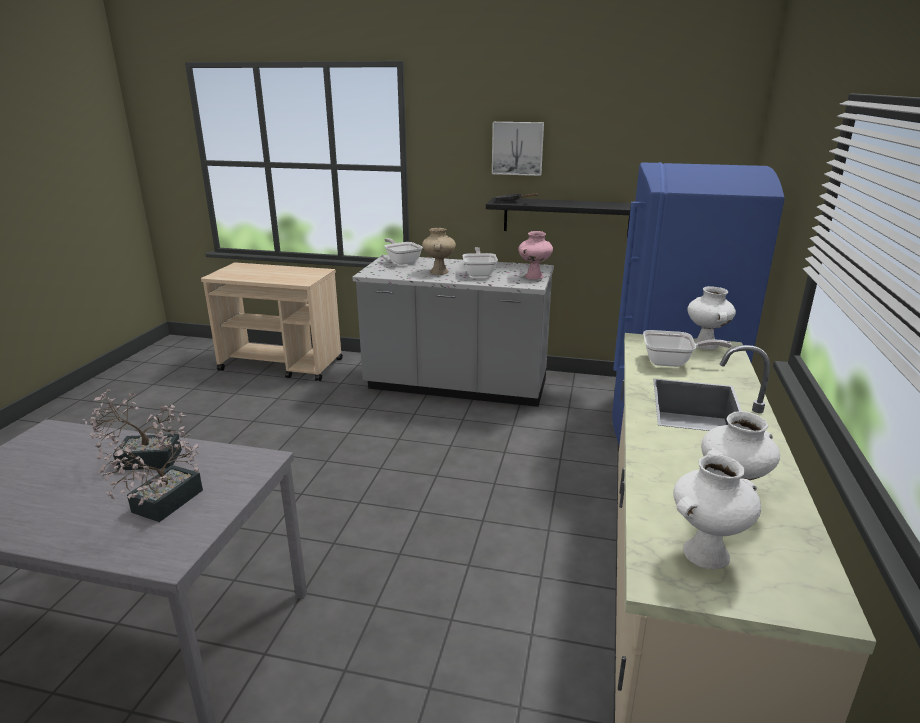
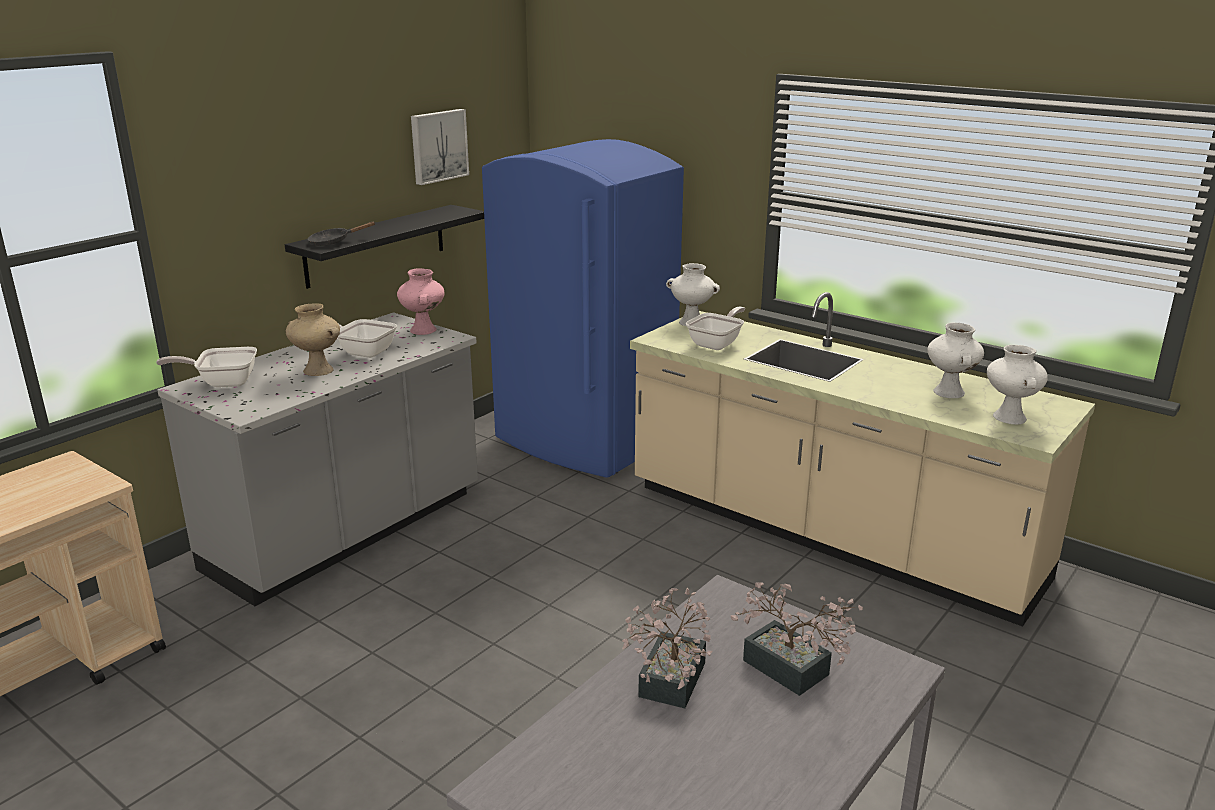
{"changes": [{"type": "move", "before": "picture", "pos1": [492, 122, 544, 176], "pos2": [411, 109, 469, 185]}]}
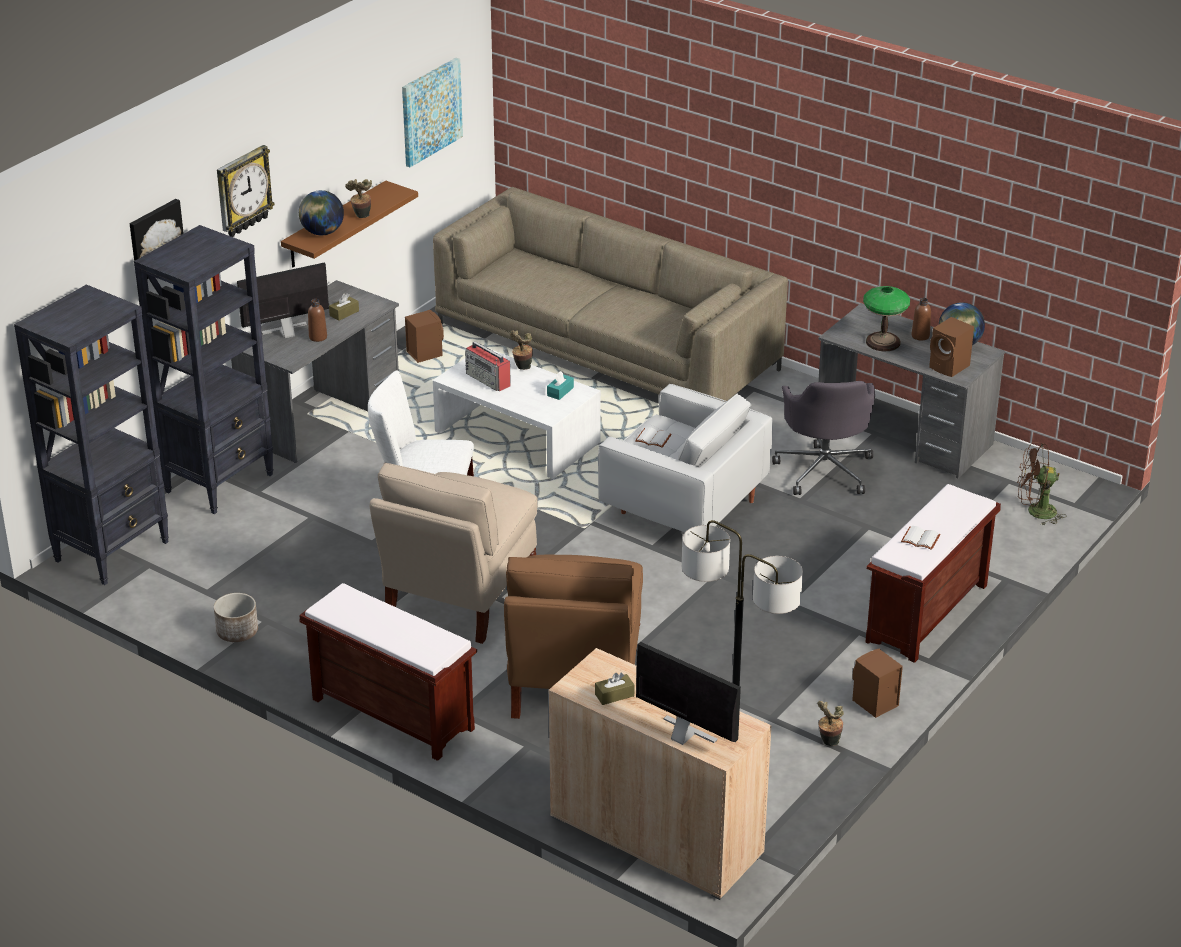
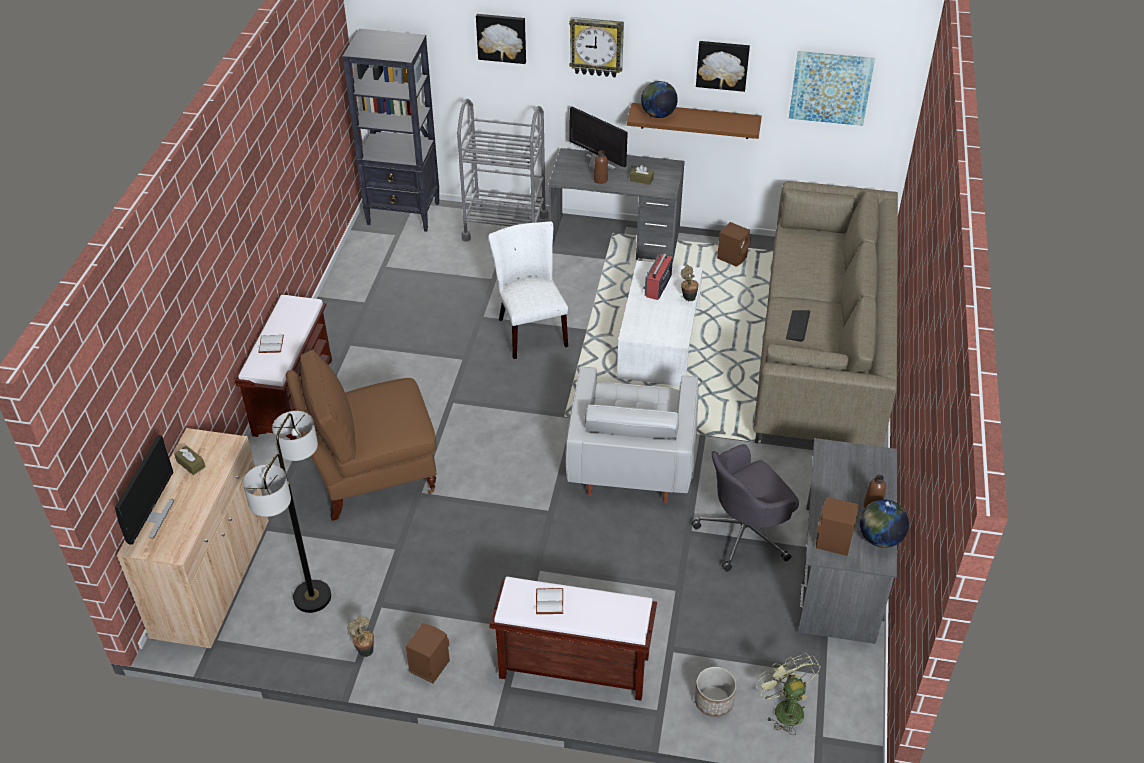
{"changes": [{"type": "delete", "before": "potted plant", "pos1": [345, 179, 372, 218]}, {"type": "replace", "before": "black bookcase", "after": "grey cart", "pos1": [134, 225, 274, 514], "pos2": [457, 99, 548, 242]}, {"type": "delete", "before": "table lamp", "pos1": [863, 286, 910, 351]}, {"type": "delete", "before": "turquoise tissue box", "pos1": [547, 371, 574, 400]}, {"type": "move", "before": "white book", "pos1": [635, 427, 672, 448], "pos2": [258, 335, 284, 353]}, {"type": "recolor", "before": "brown fan", "after": "green fan", "pos1": [1017, 442, 1066, 526], "pos2": [756, 653, 821, 735]}, {"type": "delete", "before": "beige chair", "pos1": [370, 463, 538, 644]}, {"type": "move", "before": "planter", "pos1": [214, 593, 258, 642], "pos2": [695, 667, 737, 717]}, {"type": "insert", "after": "picture", "pos2": [696, 41, 750, 92]}, {"type": "insert", "after": "keyboard", "pos2": [786, 310, 810, 342]}]}
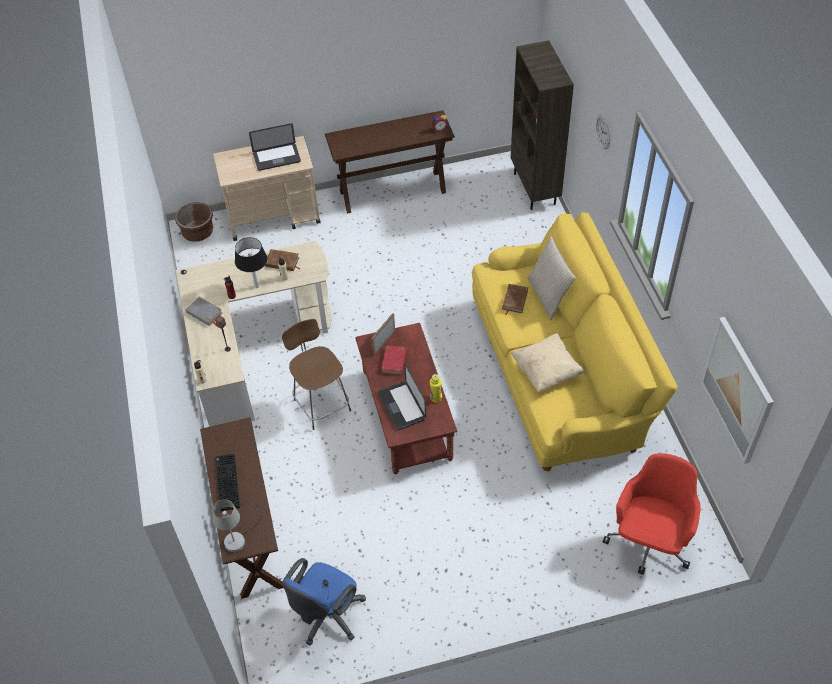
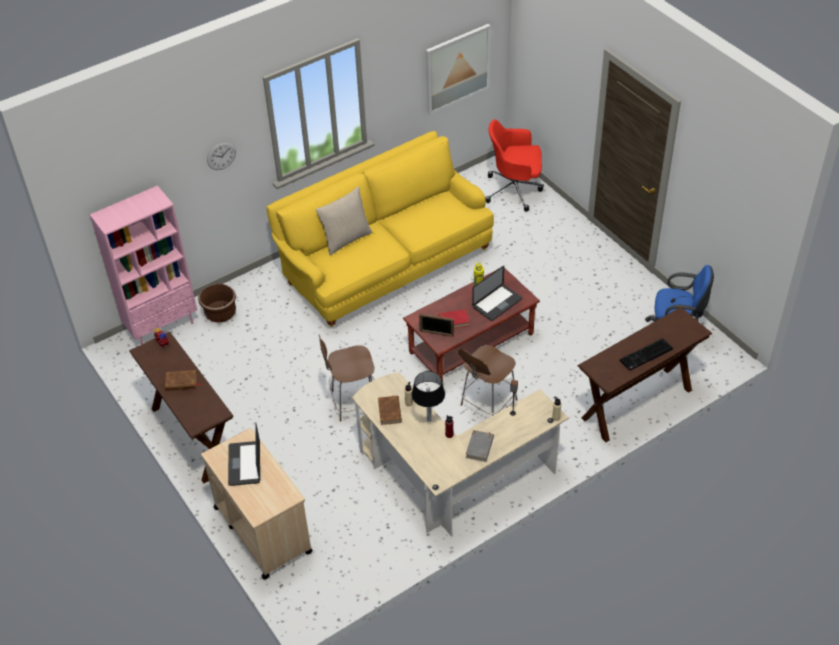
{"changes": [{"type": "recolor", "before": "brown bookcase", "after": "pink bookcase", "pos1": [511, 40, 574, 210], "pos2": [90, 185, 197, 344]}, {"type": "rotate", "before": "laptop", "pos1": [249, 123, 301, 171], "pos2": [228, 422, 260, 486], "turn": -150}, {"type": "move", "before": "brown planter", "pos1": [175, 202, 213, 242], "pos2": [198, 284, 236, 323]}, {"type": "move", "before": "brown book", "pos1": [502, 284, 528, 315], "pos2": [165, 370, 201, 391]}, {"type": "delete", "before": "beige pillow", "pos1": [510, 333, 585, 392]}, {"type": "delete", "before": "grey table lamp", "pos1": [213, 499, 262, 552]}, {"type": "insert", "after": "brown chair", "pos2": [319, 335, 375, 422]}]}
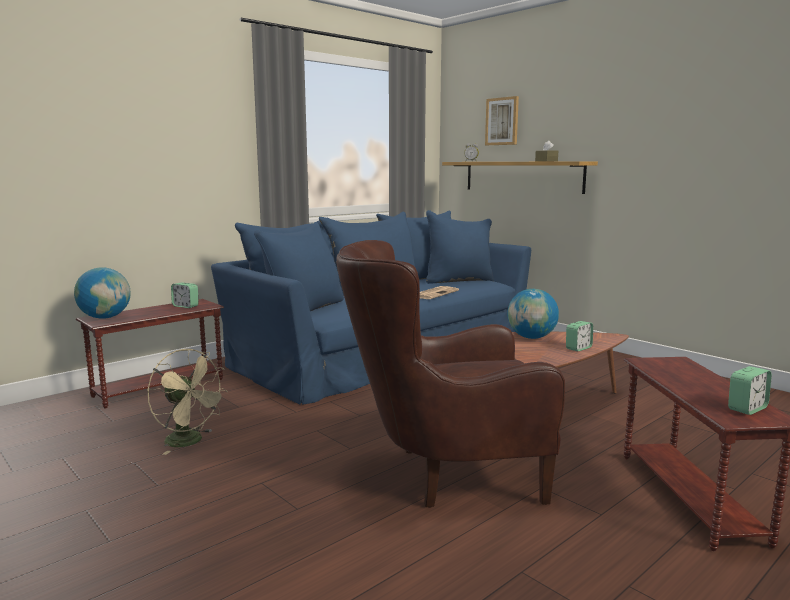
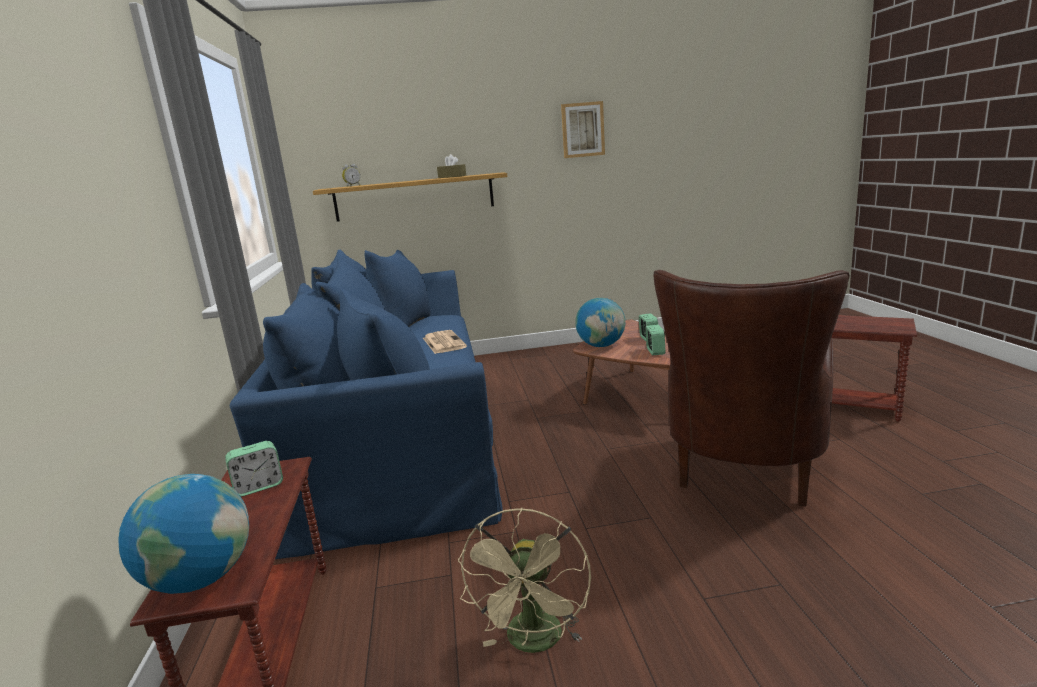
{"changes": [{"type": "move", "before": "picture", "pos1": [485, 96, 519, 145], "pos2": [561, 101, 605, 158]}, {"type": "rotate", "before": "beige fan", "pos1": [148, 349, 228, 455], "pos2": [458, 508, 591, 653], "turn": 120}, {"type": "move", "before": "alarm clock", "pos1": [728, 366, 772, 415], "pos2": [645, 325, 665, 355]}]}
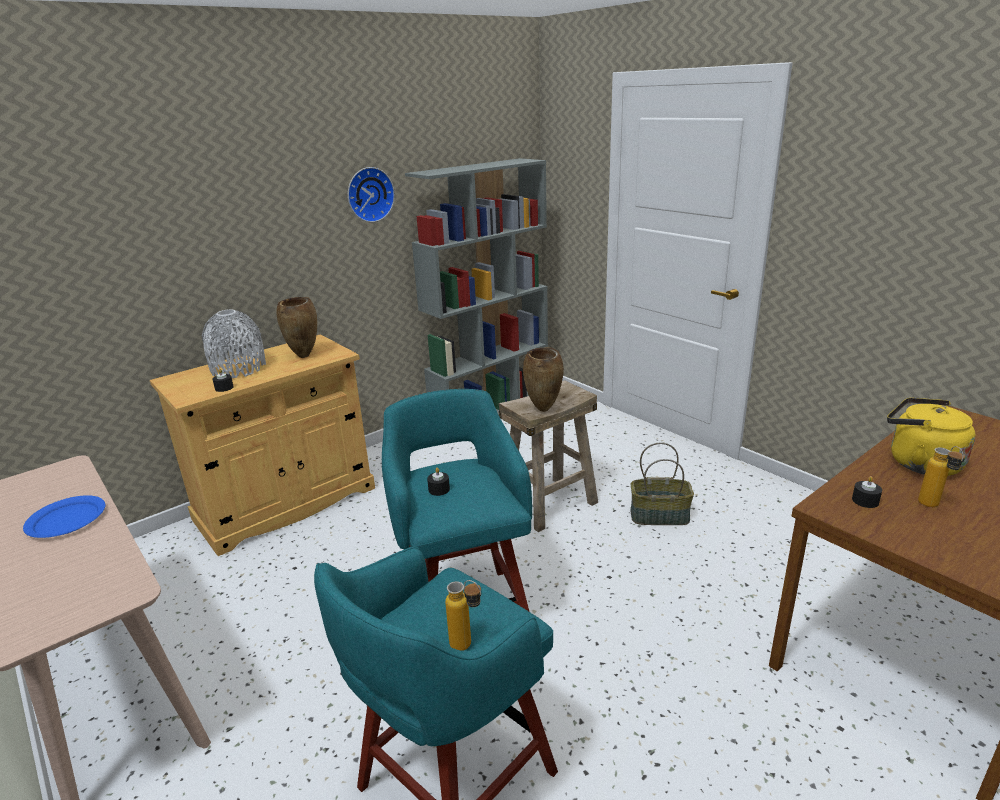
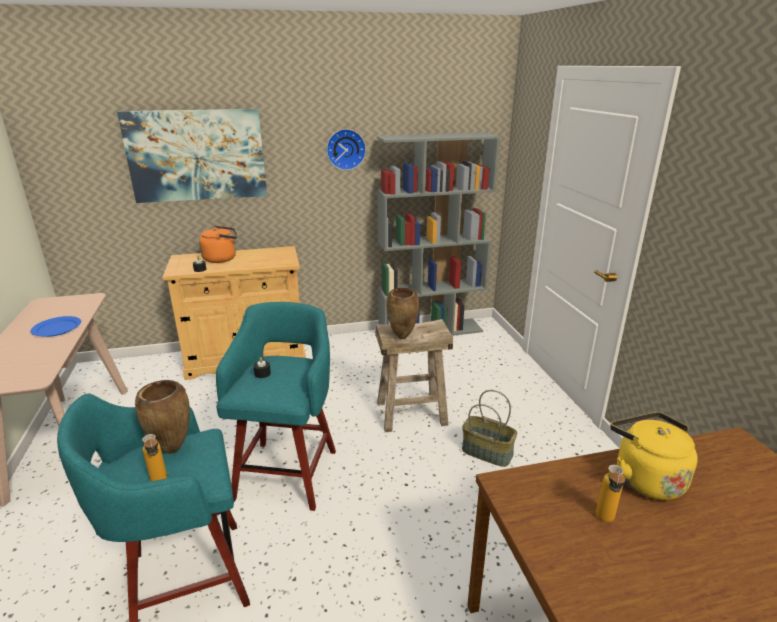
{"changes": [{"type": "move", "before": "brown vase", "pos1": [276, 297, 317, 358], "pos2": [135, 380, 190, 454]}, {"type": "replace", "before": "grey vase", "after": "orange kettle", "pos1": [202, 309, 266, 378], "pos2": [199, 226, 237, 263]}, {"type": "delete", "before": "black candle", "pos1": [852, 476, 882, 508]}, {"type": "insert", "after": "picture", "pos2": [117, 109, 267, 203]}]}
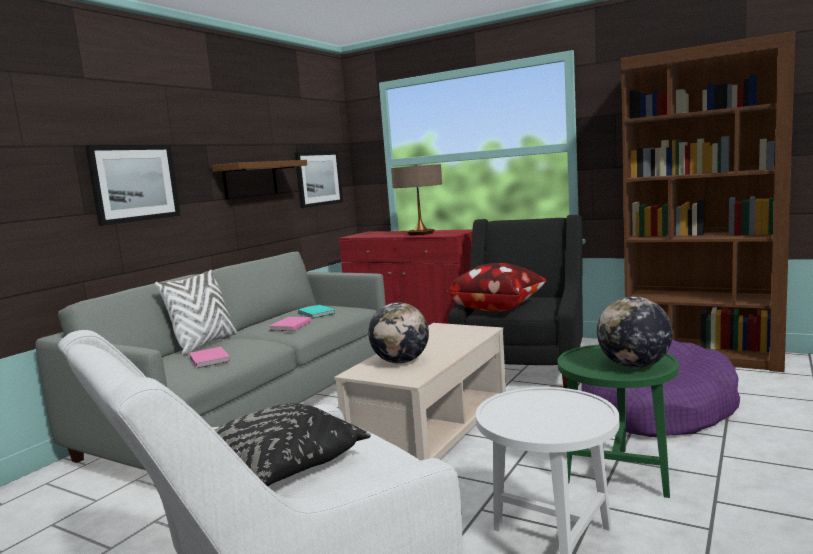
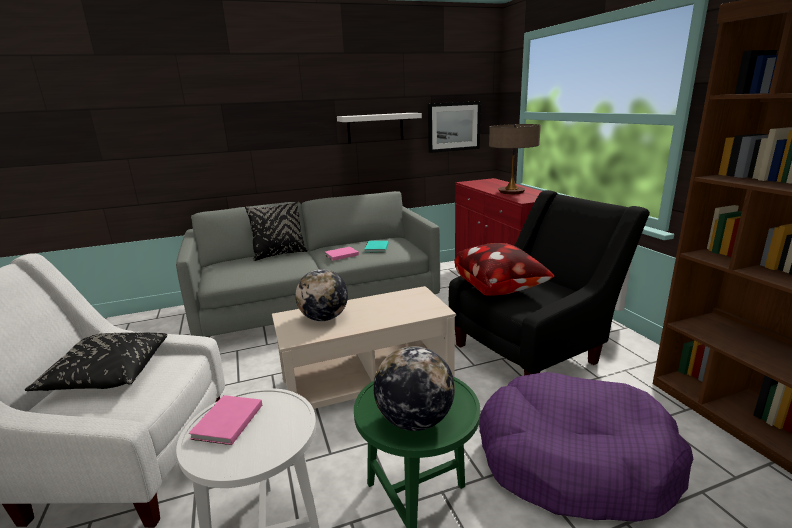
{"changes": [{"type": "delete", "before": "picture", "pos1": [85, 145, 181, 226]}, {"type": "recolor", "before": "brown shelf", "after": "white shelf", "pos1": [212, 160, 307, 199], "pos2": [337, 113, 422, 143]}, {"type": "recolor", "before": "white pillow", "after": "black pillow", "pos1": [155, 270, 237, 356], "pos2": [245, 201, 307, 261]}, {"type": "move", "before": "pink book", "pos1": [189, 347, 230, 369], "pos2": [189, 395, 262, 445]}]}
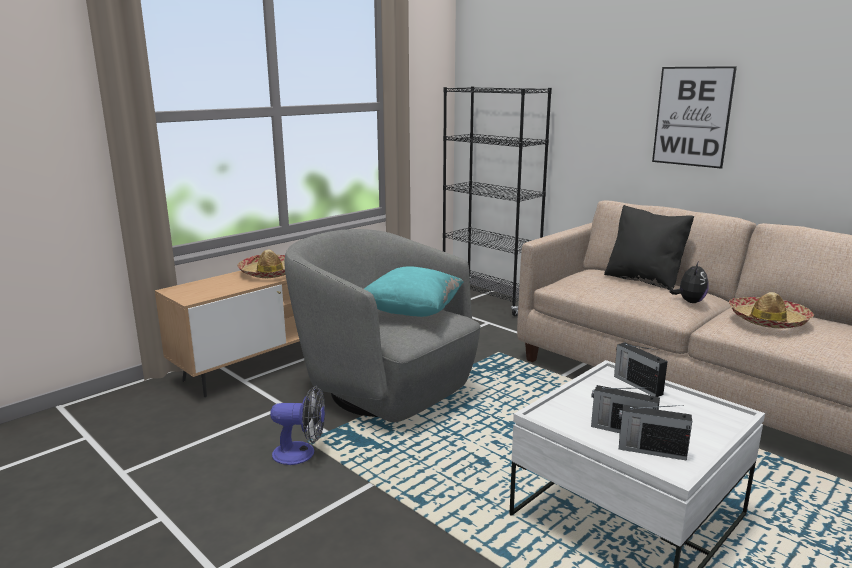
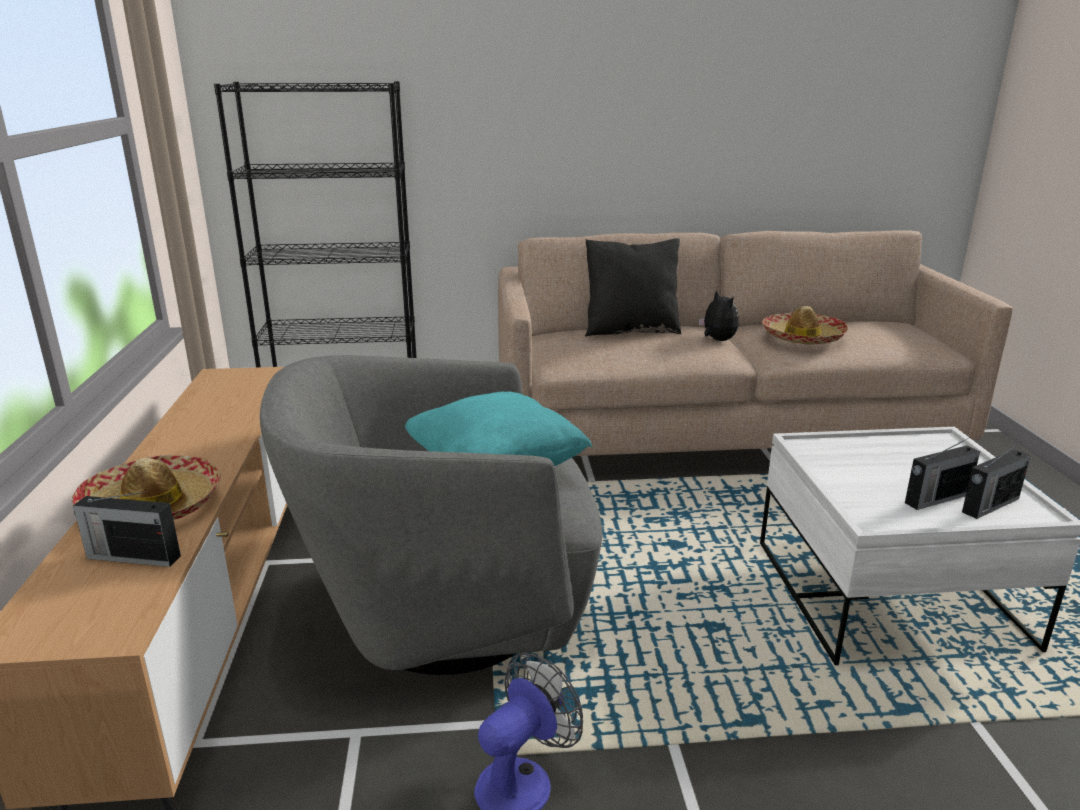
{"changes": [{"type": "delete", "before": "picture", "pos1": [652, 66, 737, 169]}, {"type": "move", "before": "radio", "pos1": [614, 342, 668, 397], "pos2": [73, 491, 181, 567]}]}
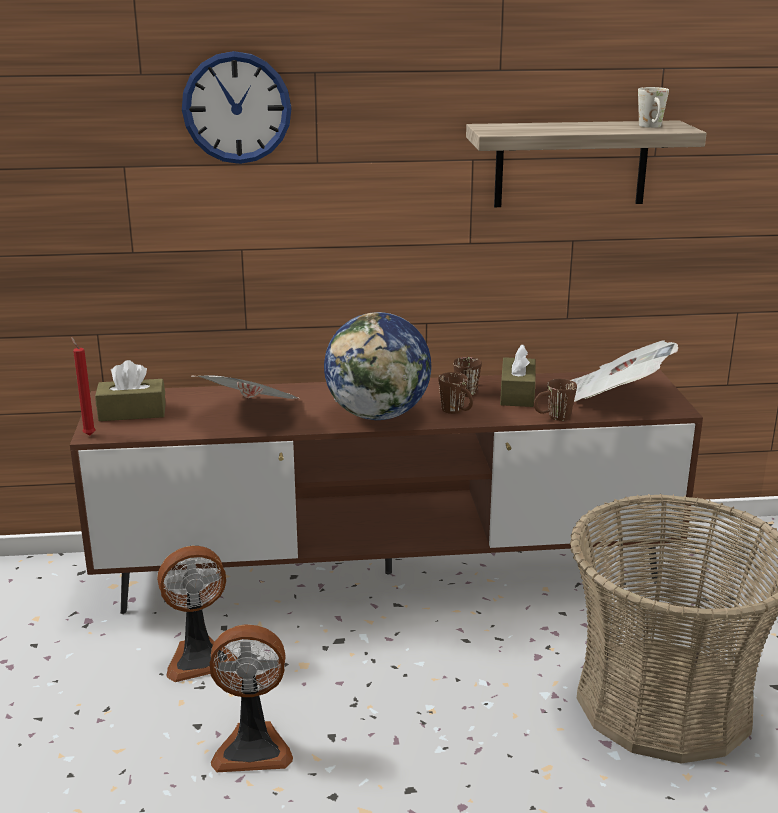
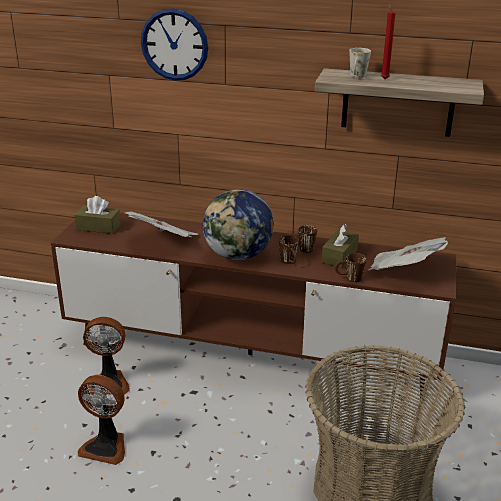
{"changes": [{"type": "move", "before": "white mug", "pos1": [638, 87, 669, 128], "pos2": [349, 48, 371, 78]}, {"type": "move", "before": "red candle", "pos1": [71, 337, 96, 436], "pos2": [381, 3, 396, 79]}]}
